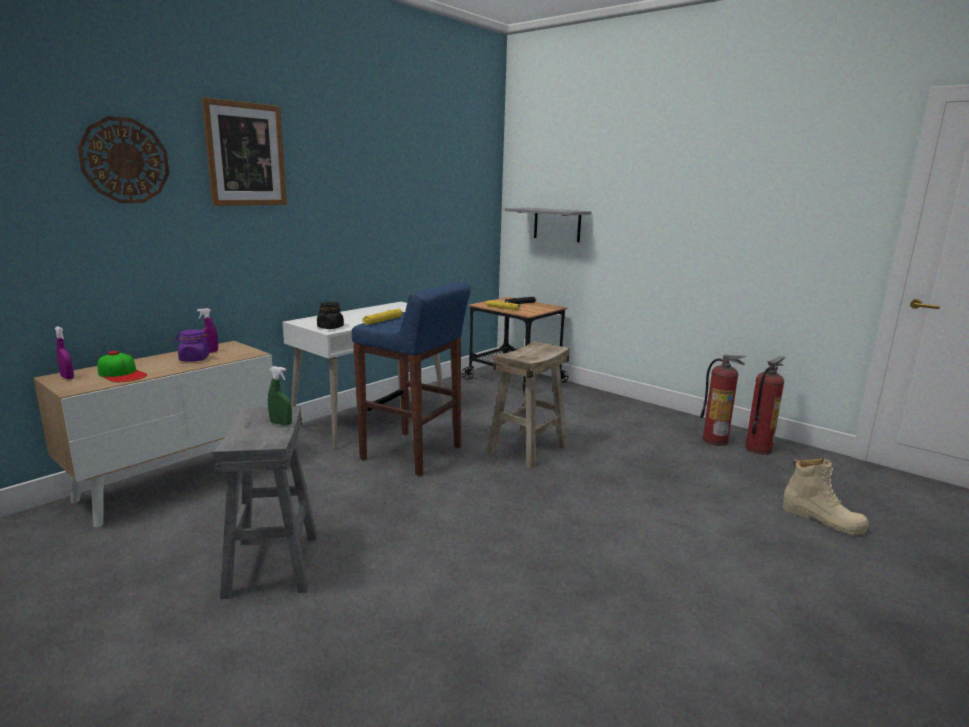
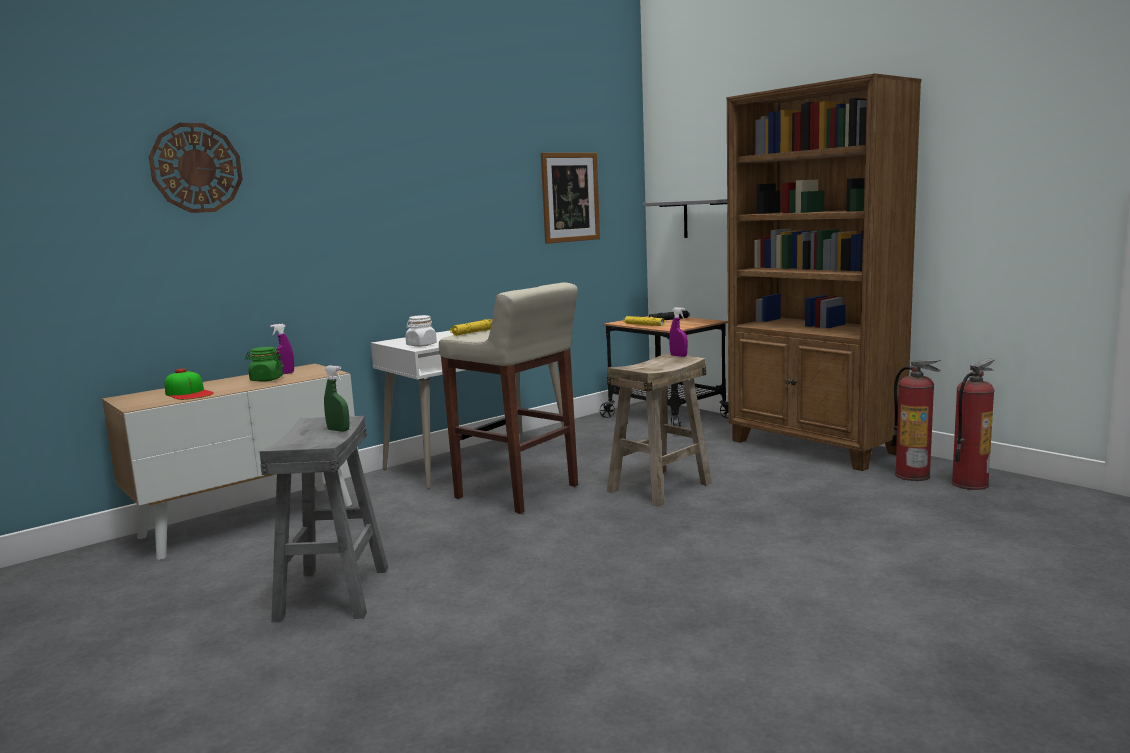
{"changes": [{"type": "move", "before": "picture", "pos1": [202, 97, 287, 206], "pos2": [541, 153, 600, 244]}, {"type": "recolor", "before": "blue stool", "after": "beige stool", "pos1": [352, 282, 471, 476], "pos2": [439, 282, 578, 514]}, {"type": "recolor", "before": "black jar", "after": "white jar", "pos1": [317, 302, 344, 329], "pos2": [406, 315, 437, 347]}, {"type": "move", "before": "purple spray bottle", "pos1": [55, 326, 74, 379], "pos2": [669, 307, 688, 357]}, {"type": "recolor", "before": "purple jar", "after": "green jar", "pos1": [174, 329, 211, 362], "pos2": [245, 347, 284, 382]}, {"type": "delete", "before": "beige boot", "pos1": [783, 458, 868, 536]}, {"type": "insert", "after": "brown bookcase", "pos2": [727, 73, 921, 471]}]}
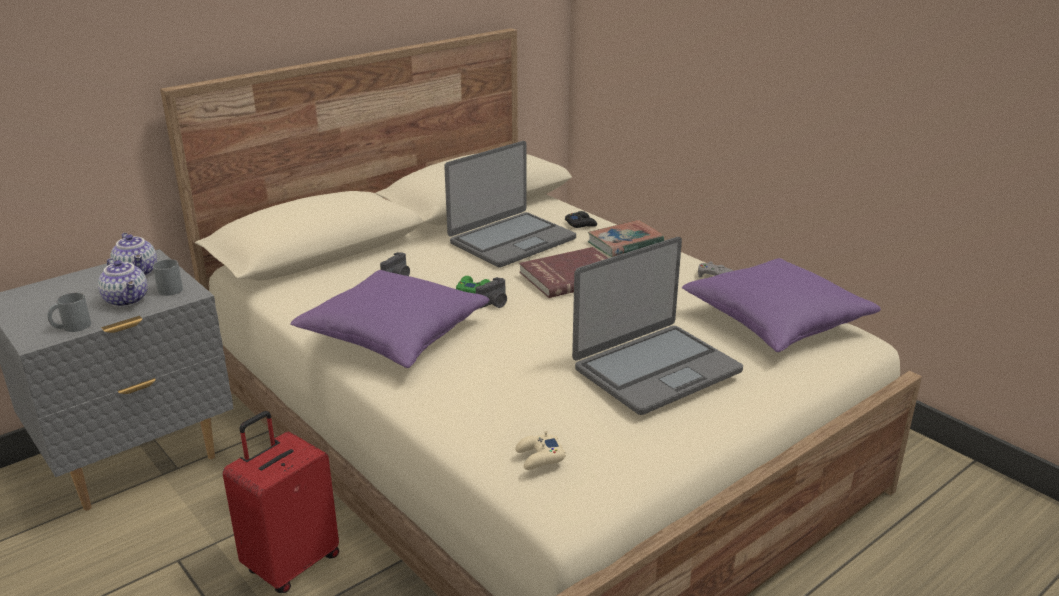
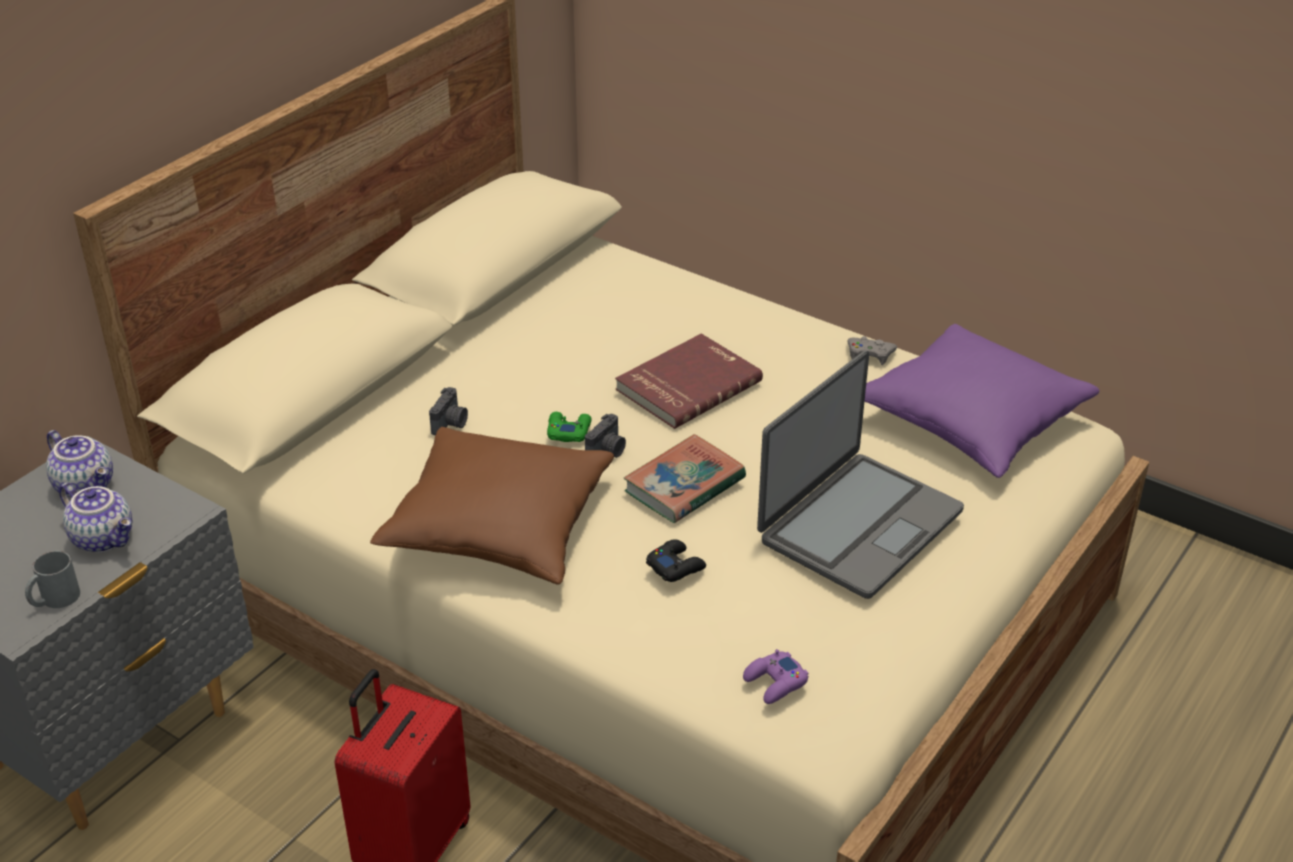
{"changes": [{"type": "delete", "before": "laptop", "pos1": [444, 141, 576, 268]}, {"type": "move", "before": "black game controller", "pos1": [565, 211, 597, 228], "pos2": [646, 539, 706, 582]}, {"type": "move", "before": "book", "pos1": [588, 220, 664, 257], "pos2": [624, 434, 746, 523]}, {"type": "delete", "before": "grey mug", "pos1": [153, 259, 183, 296]}, {"type": "recolor", "before": "purple pillow", "after": "brown pillow", "pos1": [290, 270, 489, 368], "pos2": [370, 427, 614, 584]}, {"type": "recolor", "before": "beige game controller", "after": "purple game controller", "pos1": [515, 431, 566, 470], "pos2": [743, 649, 809, 704]}]}
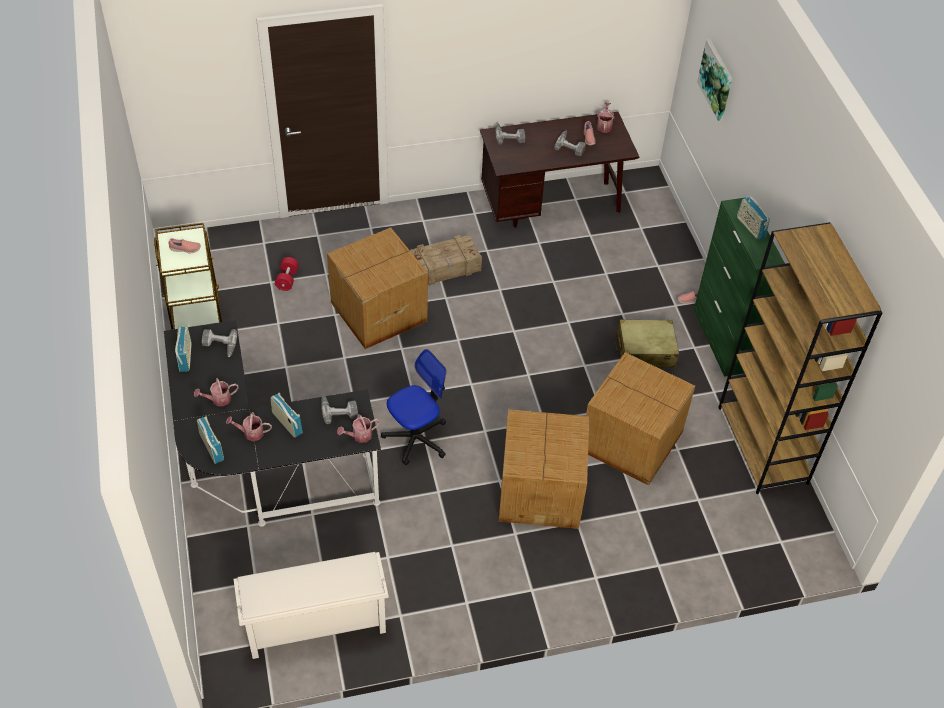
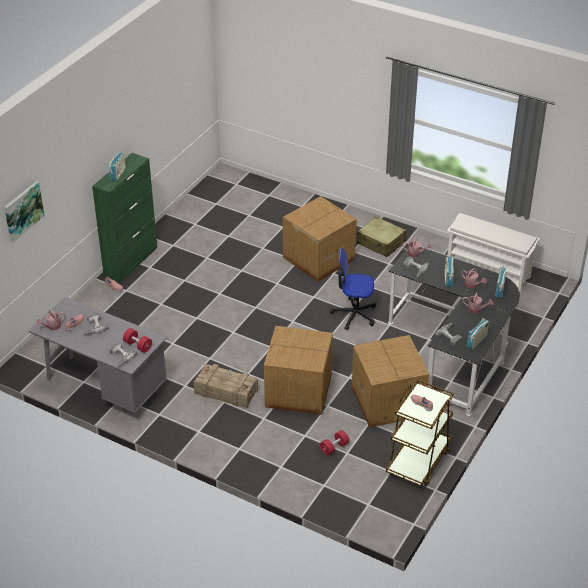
{"changes": [{"type": "recolor", "before": "brown desk", "after": "grey desk", "pos1": [480, 112, 639, 228], "pos2": [28, 296, 167, 414]}, {"type": "delete", "before": "brown bookcase", "pos1": [718, 222, 882, 494]}, {"type": "move", "before": "beige suitcase", "pos1": [615, 319, 679, 368], "pos2": [357, 217, 406, 257]}, {"type": "move", "before": "cardboard box", "pos1": [586, 352, 695, 486], "pos2": [352, 335, 429, 428]}, {"type": "insert", "after": "red dumbbell", "pos2": [123, 328, 152, 353]}]}
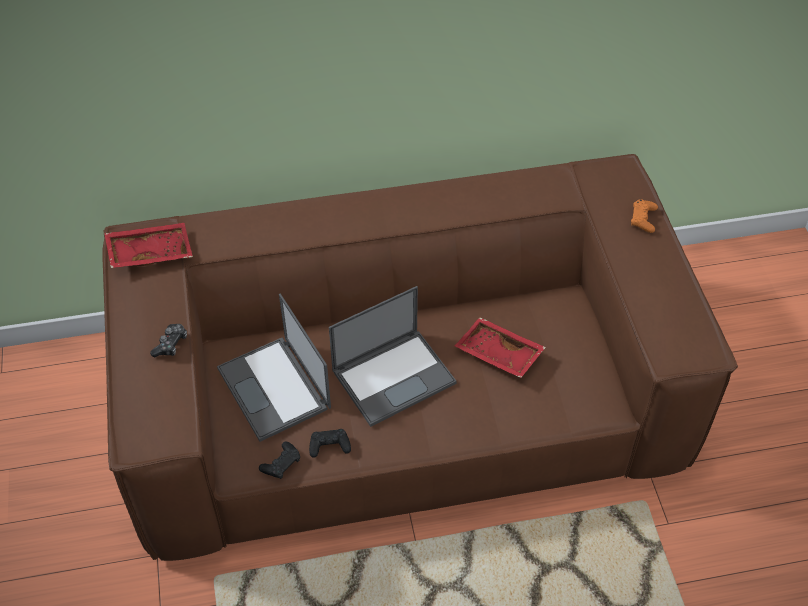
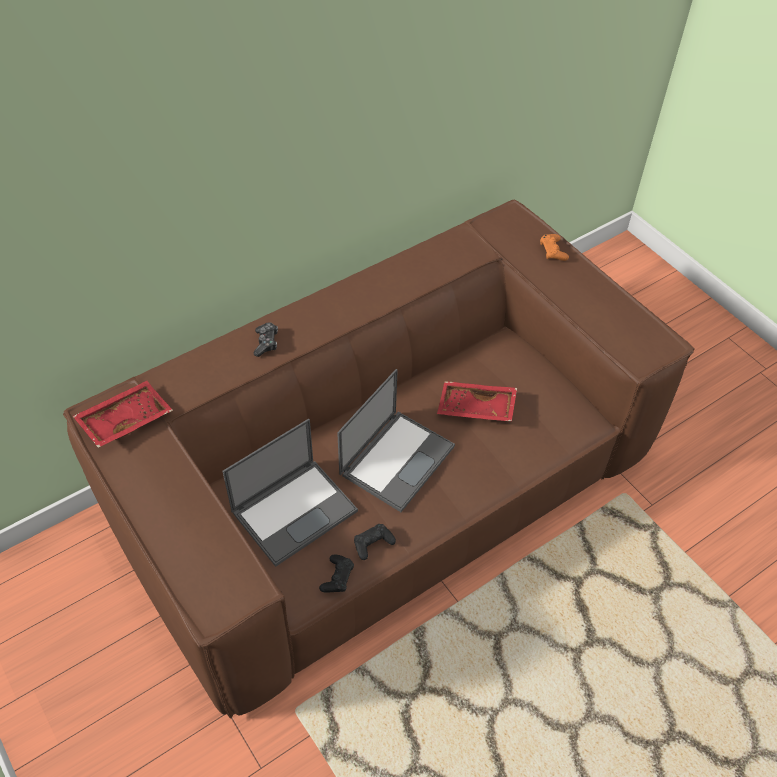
{"changes": [{"type": "rotate", "before": "laptop", "pos1": [217, 294, 331, 442], "pos2": [223, 419, 358, 567], "turn": -75}, {"type": "move", "before": "game controller", "pos1": [150, 324, 187, 357], "pos2": [254, 322, 278, 357]}]}
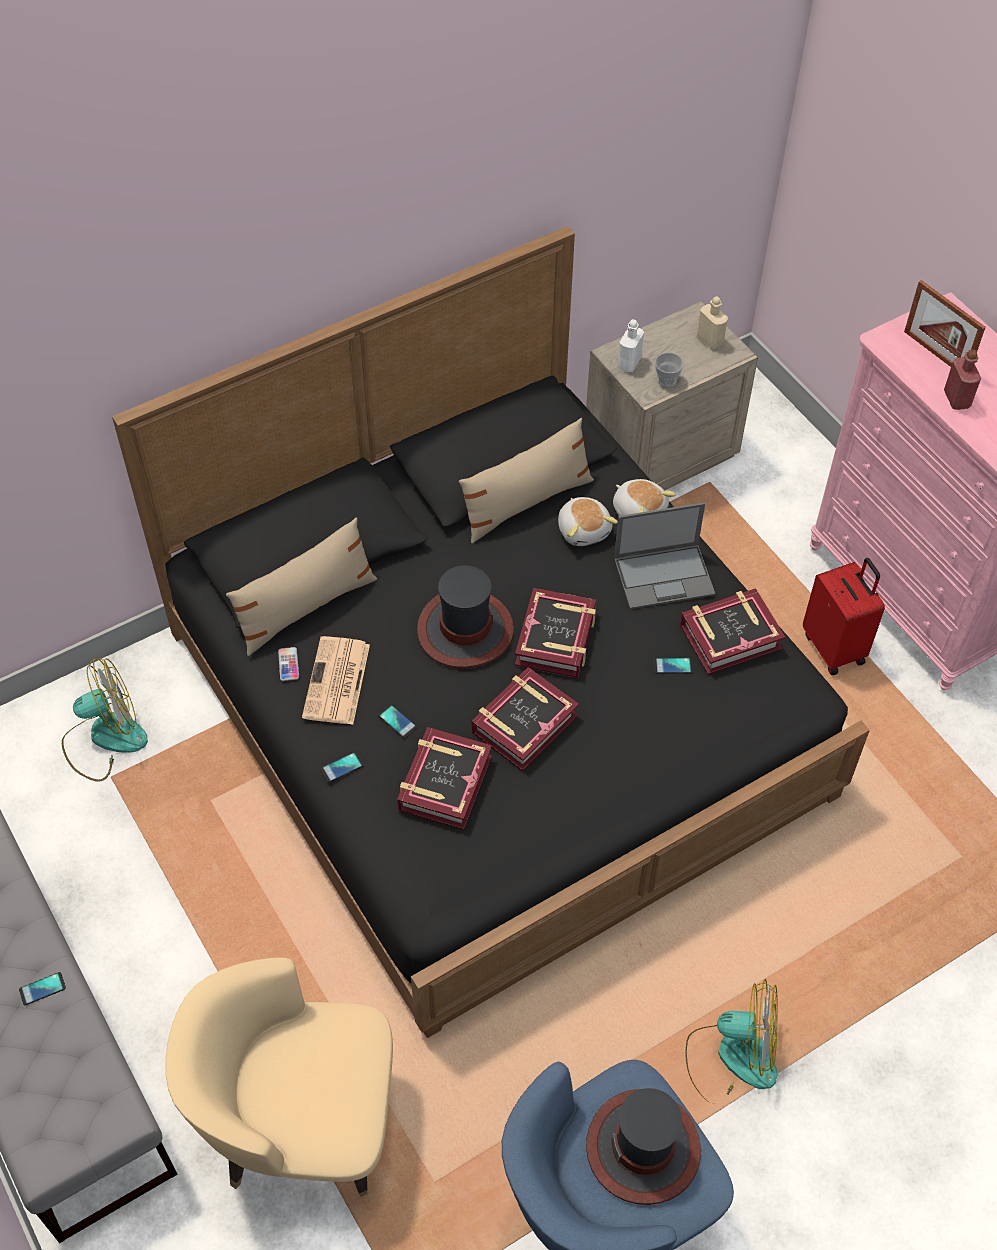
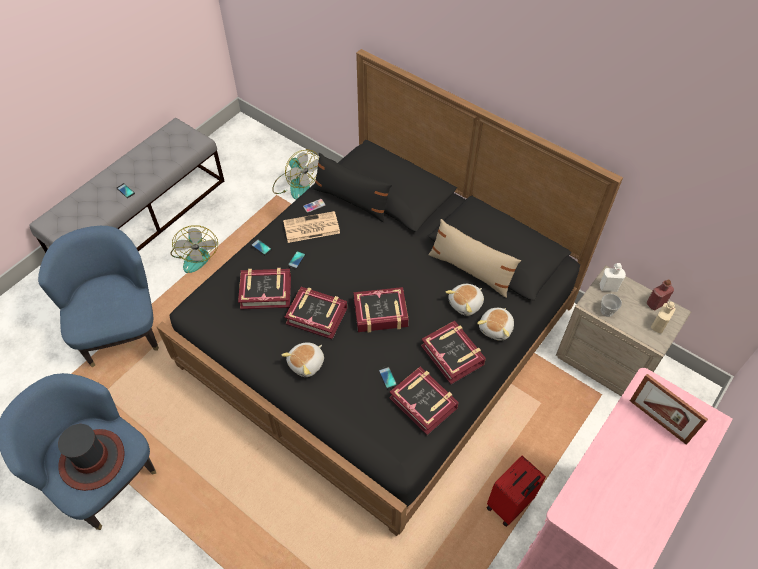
{"changes": [{"type": "rotate", "before": "picture frame", "pos1": [904, 280, 986, 367], "pos2": [630, 374, 708, 445], "turn": -75}, {"type": "move", "before": "red bottle", "pos1": [944, 350, 981, 410], "pos2": [647, 280, 674, 310]}, {"type": "replace", "before": "laptop", "after": "book", "pos1": [614, 502, 715, 609], "pos2": [421, 321, 486, 384]}, {"type": "recolor", "before": "beige pillow", "after": "black pillow", "pos1": [226, 518, 377, 656], "pos2": [313, 153, 392, 223]}, {"type": "delete", "before": "hat", "pos1": [417, 565, 514, 669]}, {"type": "recolor", "before": "beige armchair", "after": "blue armchair", "pos1": [166, 957, 393, 1197], "pos2": [38, 226, 159, 368]}, {"type": "move", "before": "fan", "pos1": [685, 979, 778, 1104], "pos2": [171, 225, 218, 273]}, {"type": "insert", "after": "plush toy", "pos2": [281, 342, 324, 377]}]}
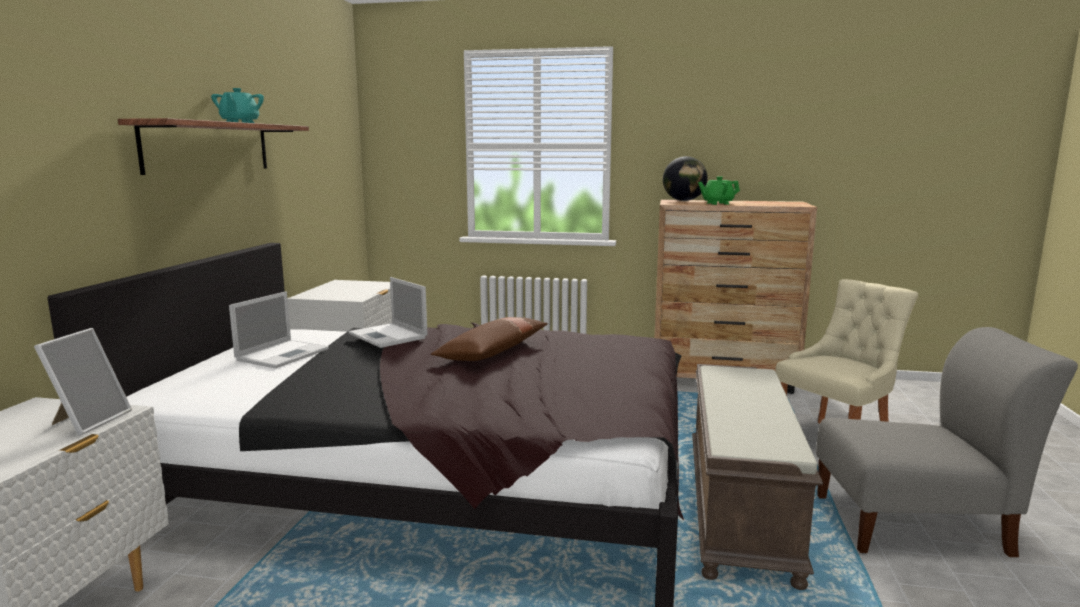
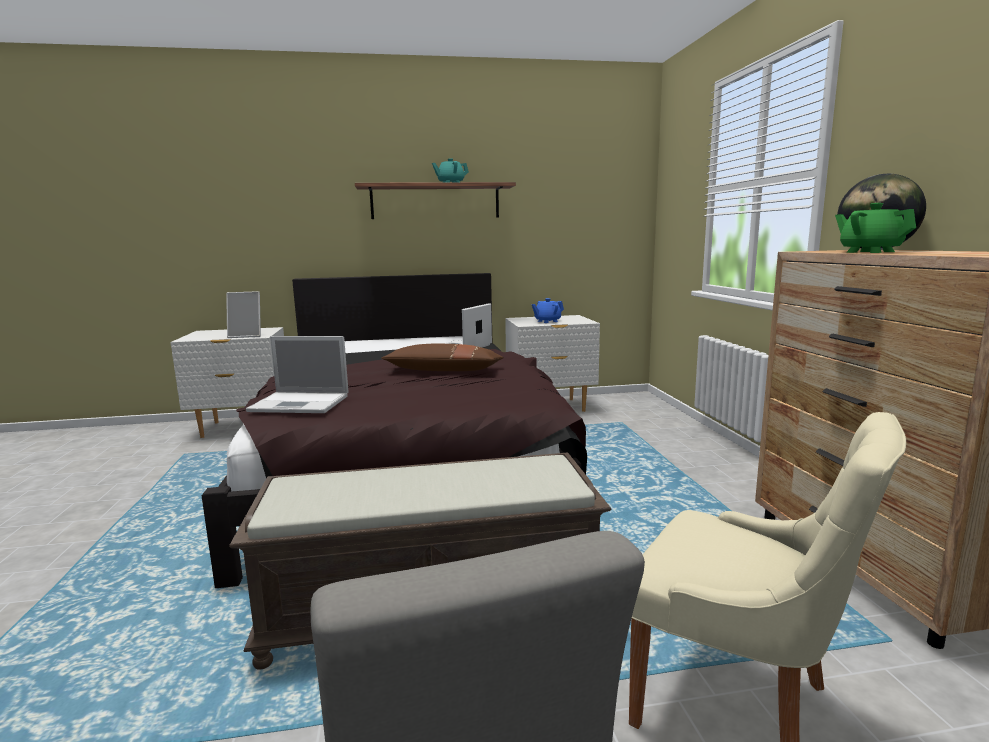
{"changes": [{"type": "move", "before": "laptop", "pos1": [229, 291, 329, 368], "pos2": [246, 336, 349, 413]}, {"type": "insert", "after": "blue teapot", "pos2": [532, 298, 564, 323]}]}
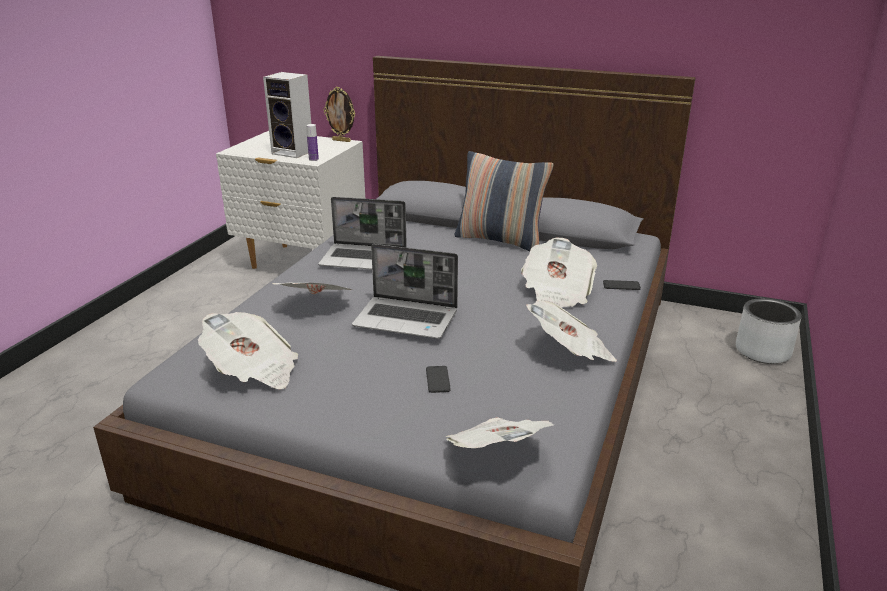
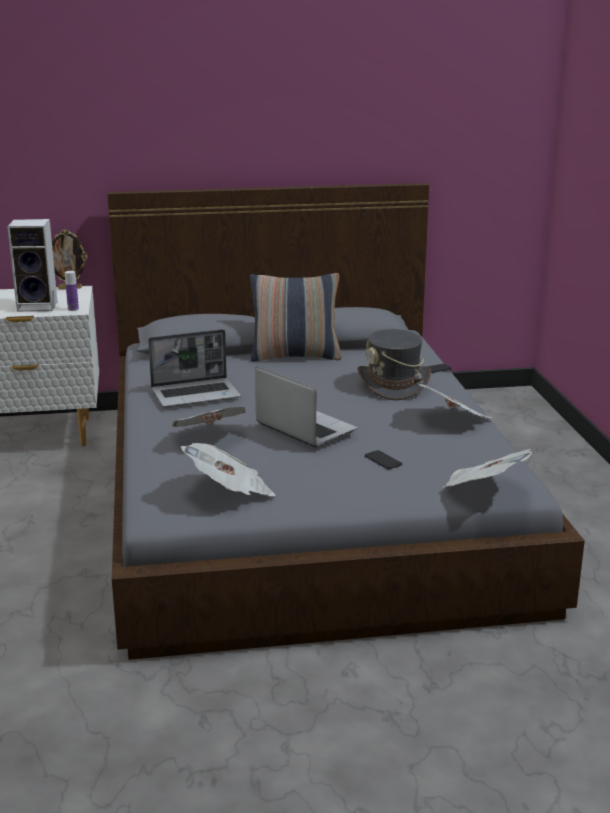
{"changes": [{"type": "replace", "before": "newspaper", "after": "grey hat", "pos1": [521, 237, 597, 308], "pos2": [357, 329, 431, 400]}, {"type": "rotate", "before": "laptop", "pos1": [352, 244, 458, 339], "pos2": [255, 367, 357, 447], "turn": -120}, {"type": "delete", "before": "grey planter", "pos1": [736, 298, 802, 364]}]}
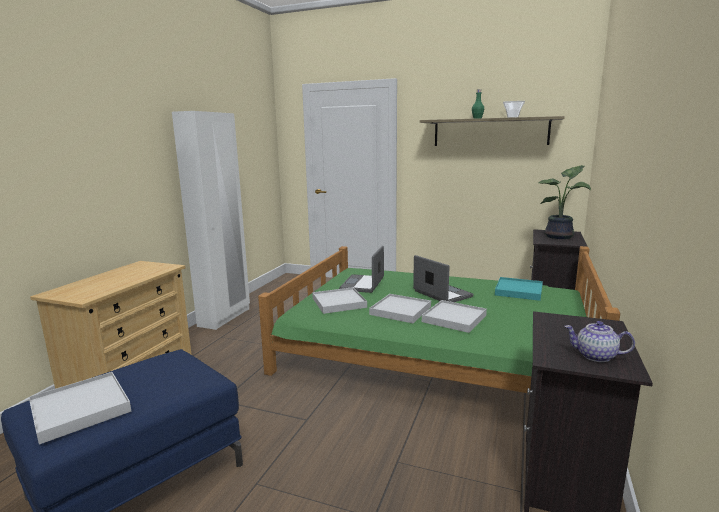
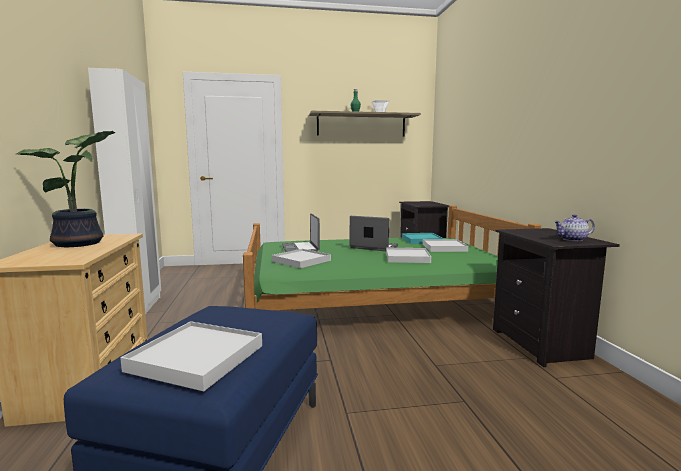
{"changes": [{"type": "move", "before": "potted plant", "pos1": [539, 165, 591, 239], "pos2": [16, 131, 116, 247]}, {"type": "move", "before": "white tray", "pos1": [369, 294, 431, 323], "pos2": [423, 239, 468, 252]}]}
